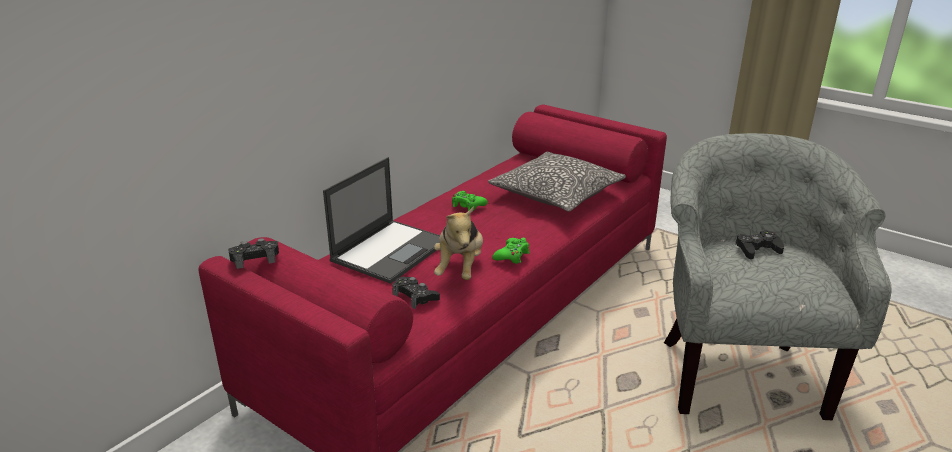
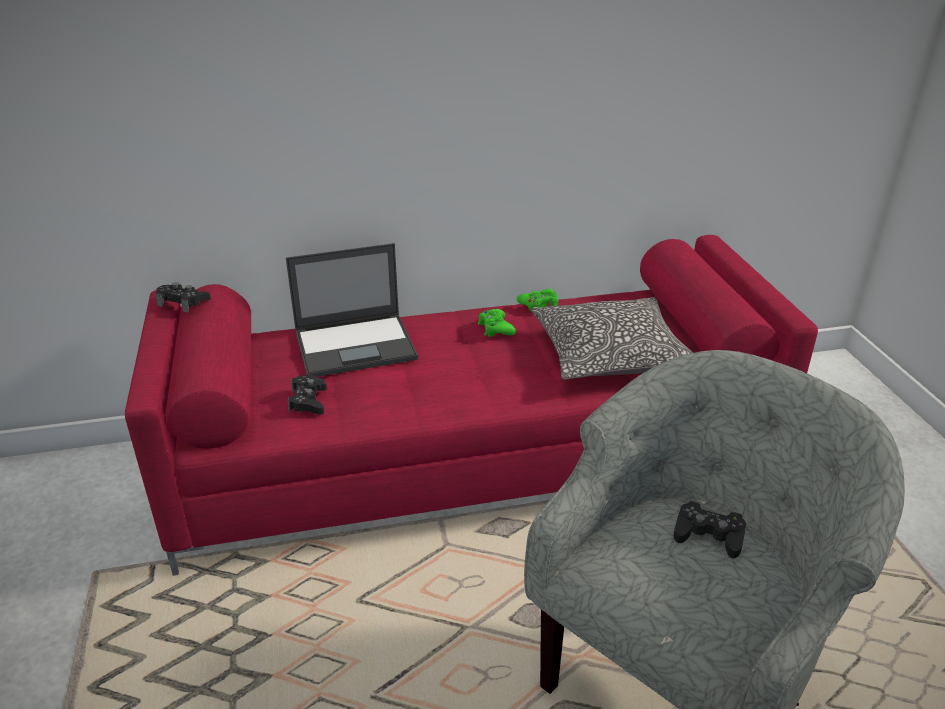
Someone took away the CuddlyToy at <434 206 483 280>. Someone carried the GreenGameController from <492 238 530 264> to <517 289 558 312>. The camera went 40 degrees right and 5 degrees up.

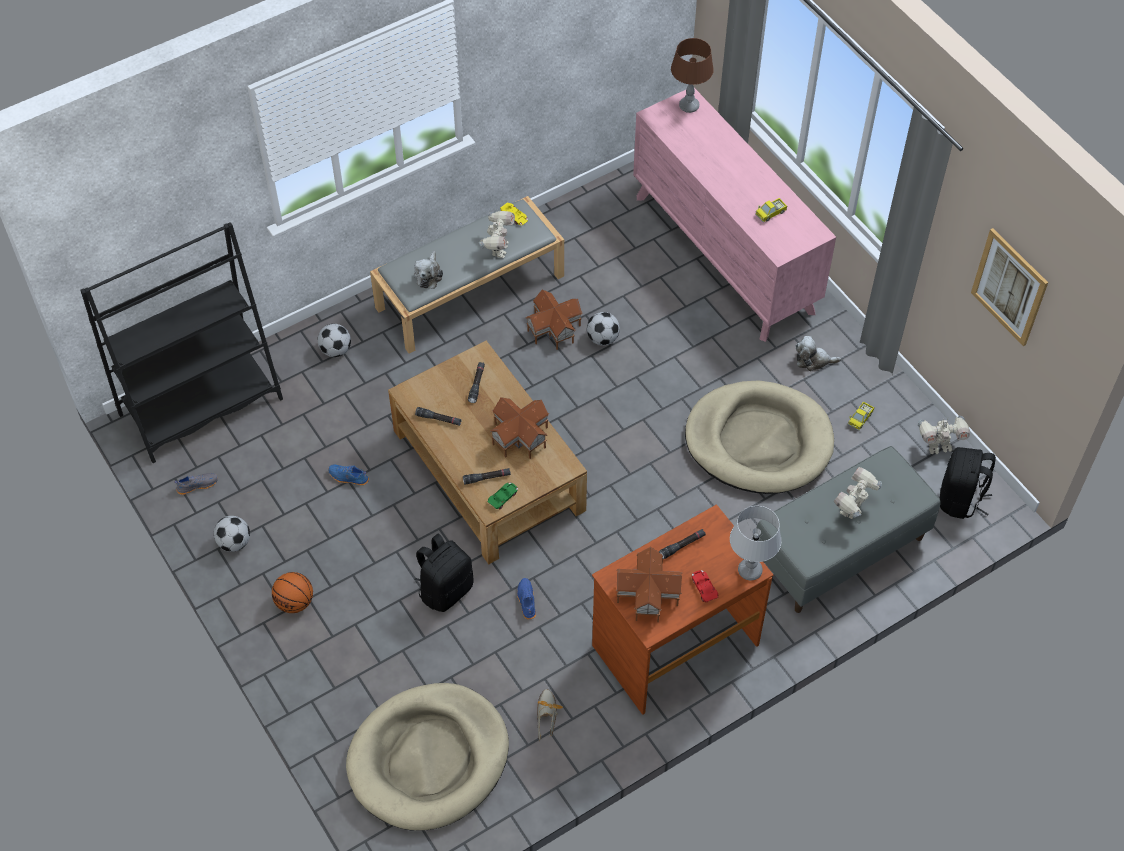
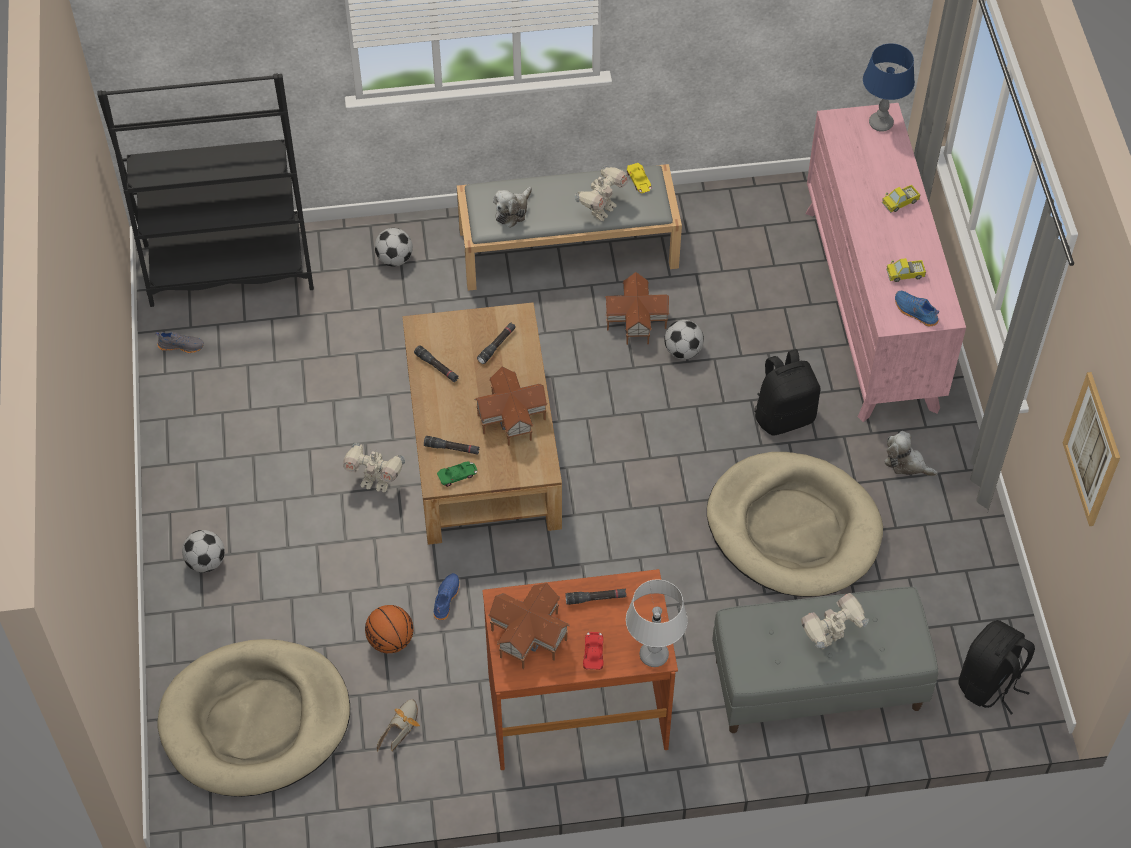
Someone repainted the BrownTableLamp at <671 38 714 113>, which became the BlueTableLamp at <863 43 915 132>. Someone carried the ModelTruck from <848 402 875 430> to <882 185 921 213>. Someone carried the ToyRobot from <918 416 970 454> to <343 443 405 493>. Someone carried the BlueShoe from <328 465 369 486> to <895 291 939 326>. Someone carried the FootballBall from <214 516 250 552> to <182 530 225 572>. Someone carried the BlackishRucksack from <415 533 474 612> to <754 349 820 436>. Someone carried the Basketball from <272 572 313 613> to <365 605 413 653>. The camera went 25 degrees right and 0 degrees up.

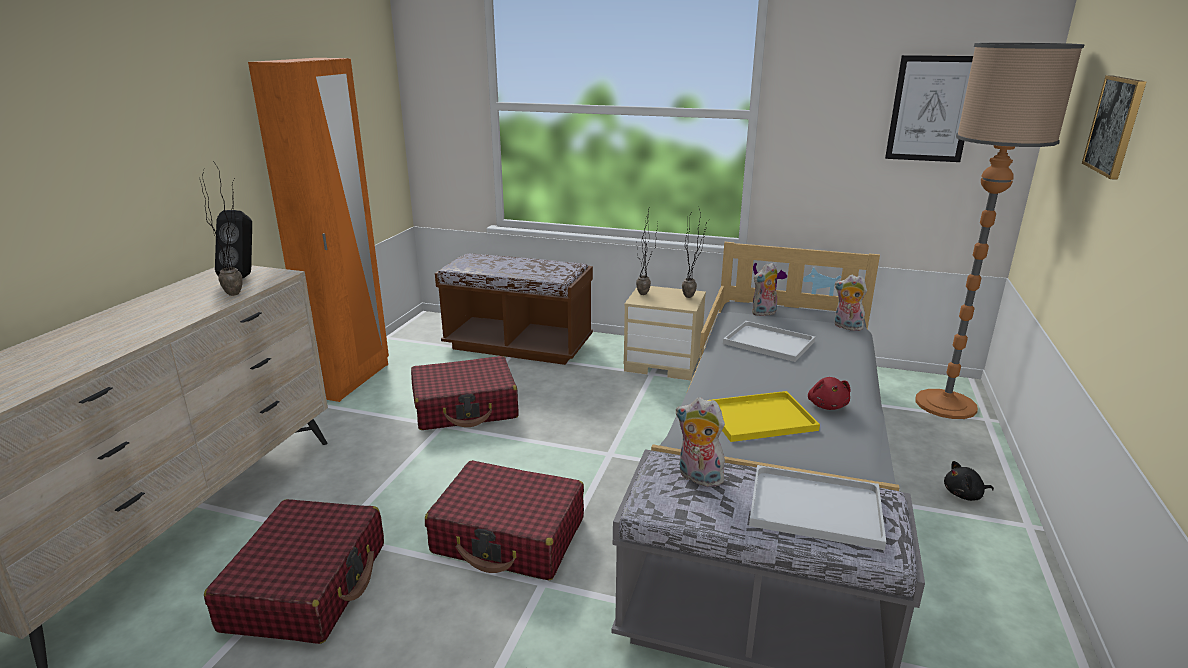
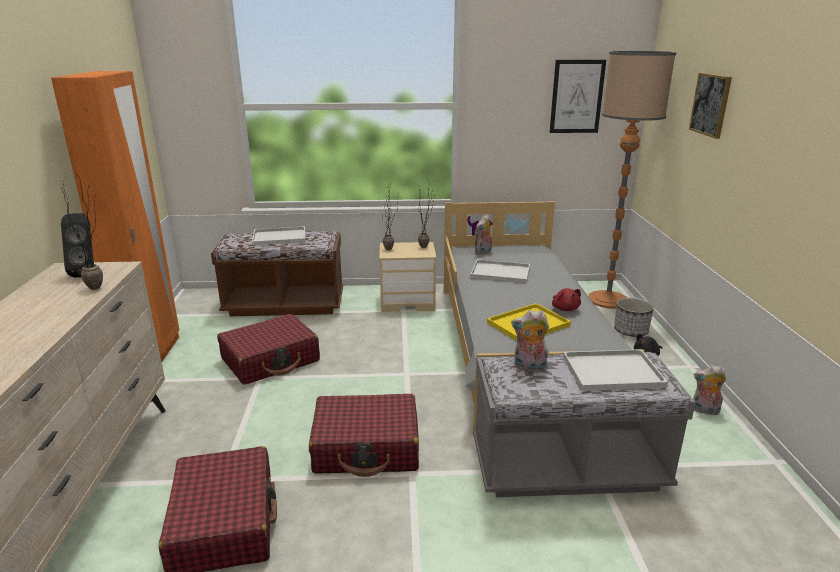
Someone carried the CuddlyToy from <835 275 867 331> to <693 366 726 415>. Someone put down the WhitishTray at <252 226 306 245>. Someone put down the Planter at <614 298 654 337>. The camera went 20 degrees left and 0 degrees up.

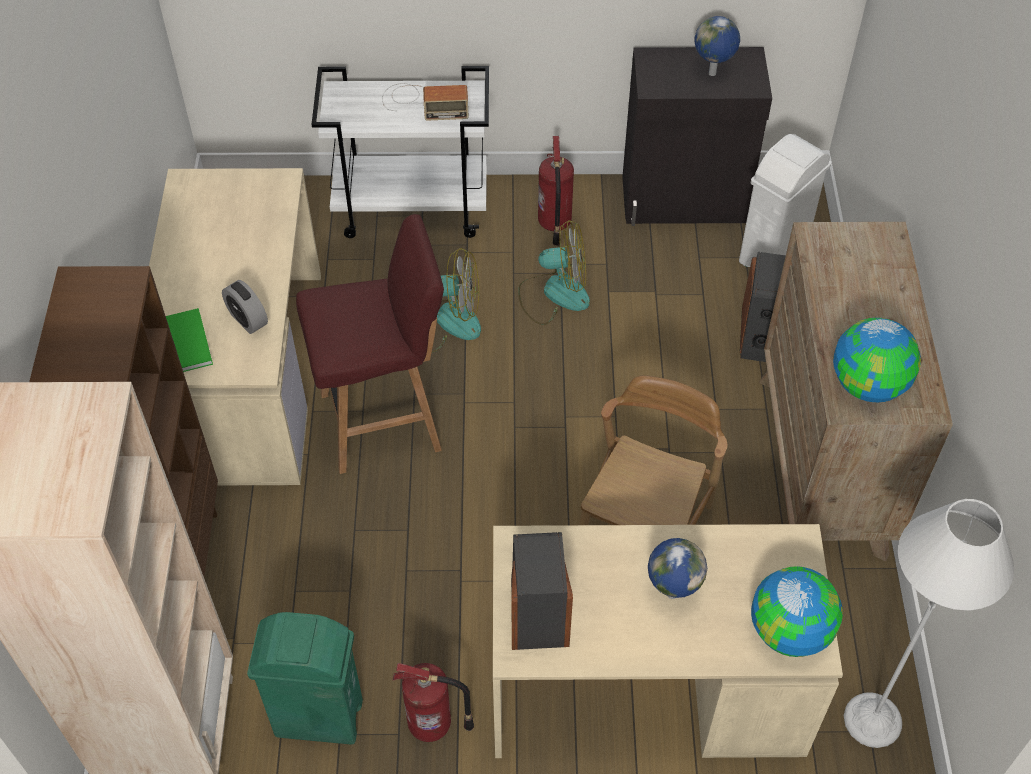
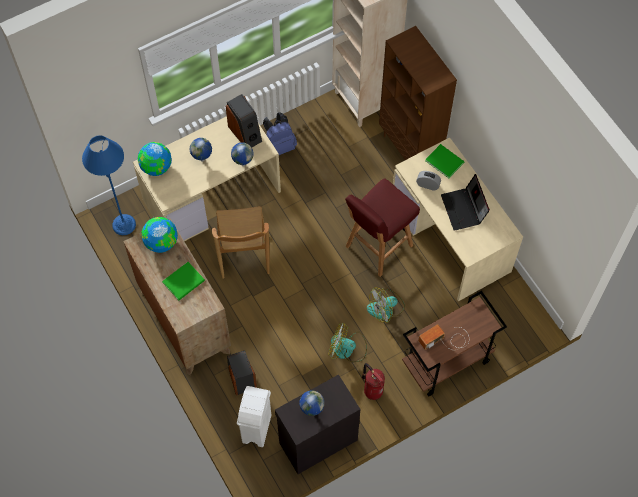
Someone repainted the WhitishTrolley at <311 66 489 238>, which became the BrownTrolley at <402 291 507 396>. Someone rotated the ElectricFan at <518 220 590 325> by 45 degrees clockwise. Someone repainted the GrayFloorLamp at <844 499 1014 748>, which became the BlueFloorLamp at <82 135 136 235>. Someone took away the GreenWasteBin at <247 612 363 745>. Someone swapped the FireFightingCylinder at <393 663 474 742> for the BlueRucksack at <263 112 297 155>. Someone put down the Globe at <231 142 254 166>. Someone put down the Laptop at <441 174 490 231>. Someone put down the GreenBoundBook at <162 262 205 300>. The camera went 150 degrees right and 10 degrees up.

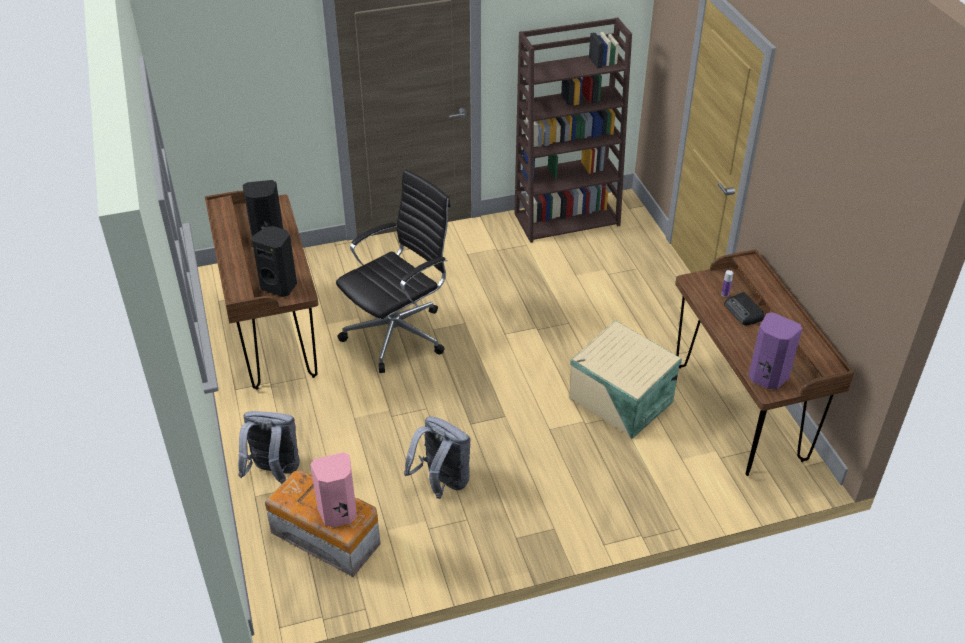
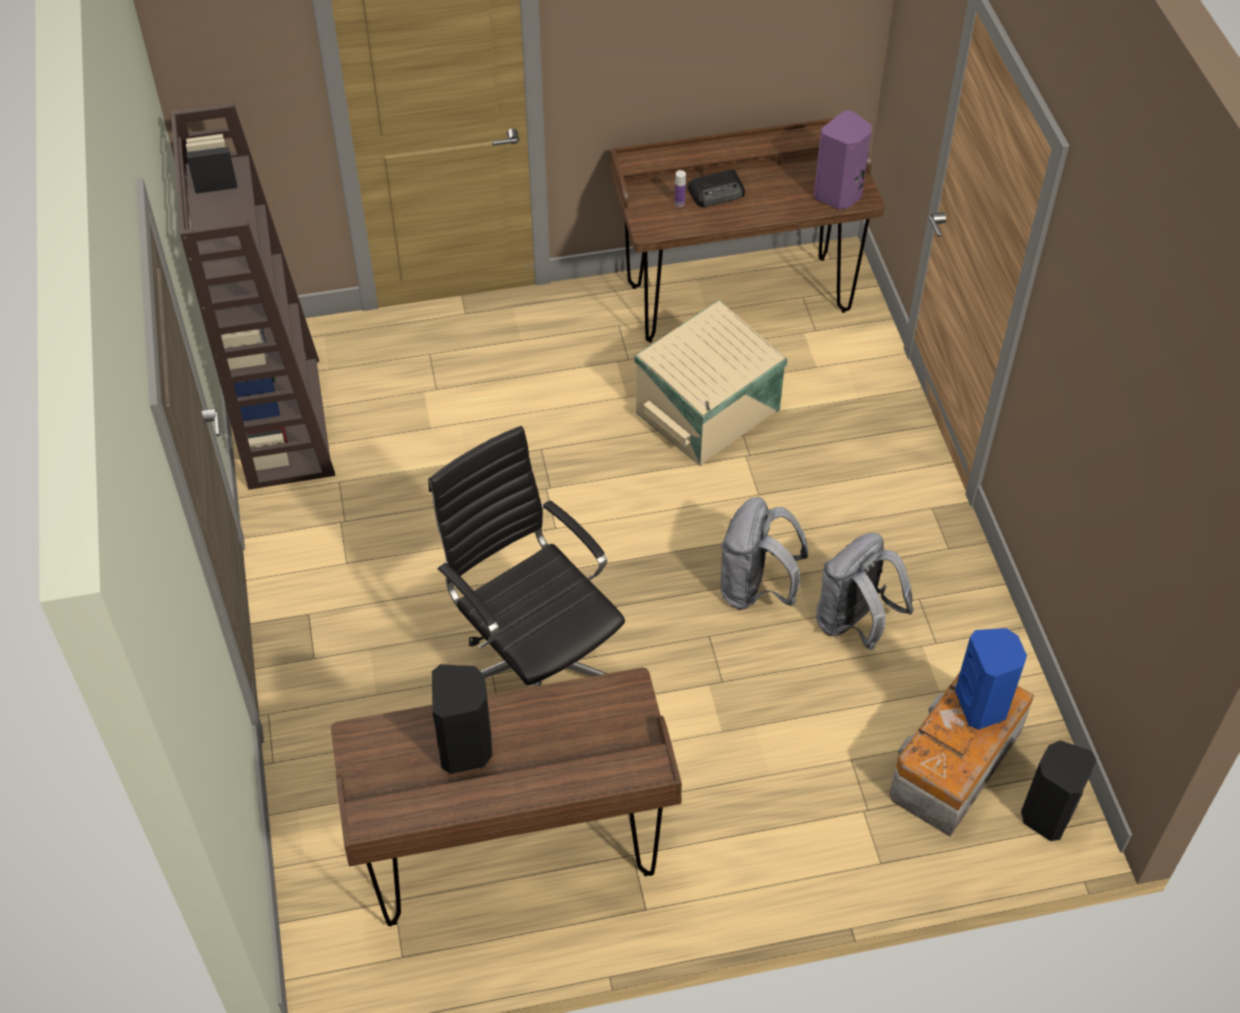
Someone carried the BlackishAudioSpeaker from <252 226 297 297> to <1021 740 1096 841>. Someone carried the GrayRucksack from <238 411 300 485> to <721 497 808 610>. Someone repainted the PinkColouredAudioSpeaker at <310 452 357 527>, which became the BlueAudioSpeaker at <955 628 1027 730>. The camera went 85 degrees left and 10 degrees up.

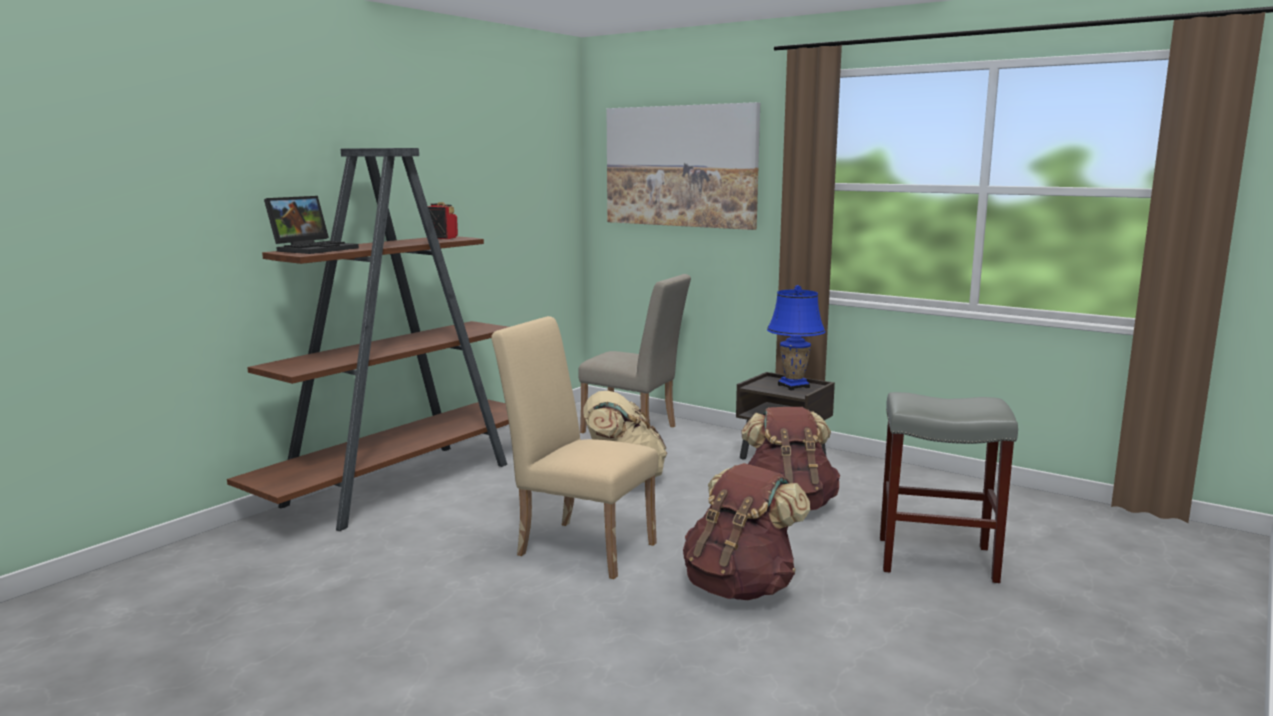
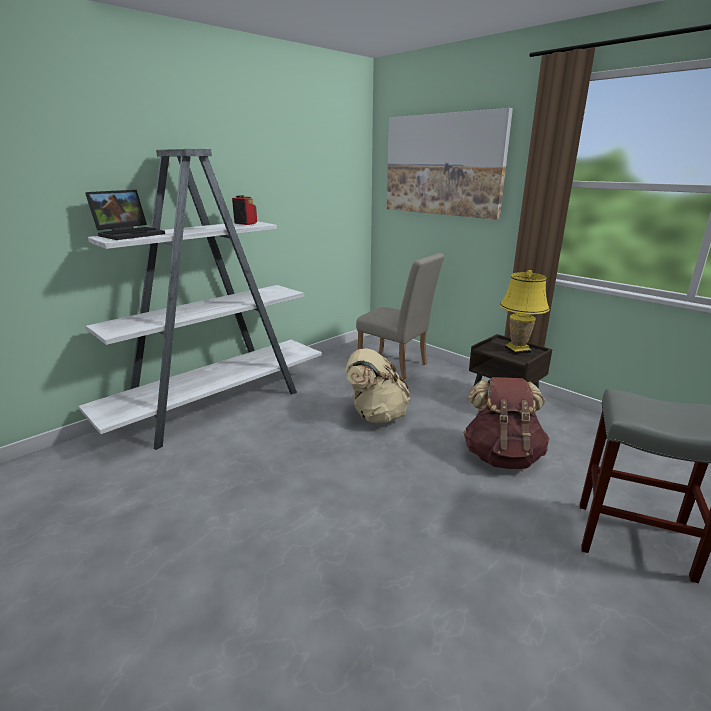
Someone repainted the BrownBookcase at <227 148 509 531>, which became the WhitishBookcase at <79 149 322 450>. Someone repainted the BlueTableLamp at <767 285 825 391>, which became the YellowishTableLamp at <500 270 549 355>. Someone took away the BeigeUprightChair at <491 316 658 579>. Someone took away the BrownRucksack at <683 463 810 600>. The camera went 10 degrees right and 10 degrees up.

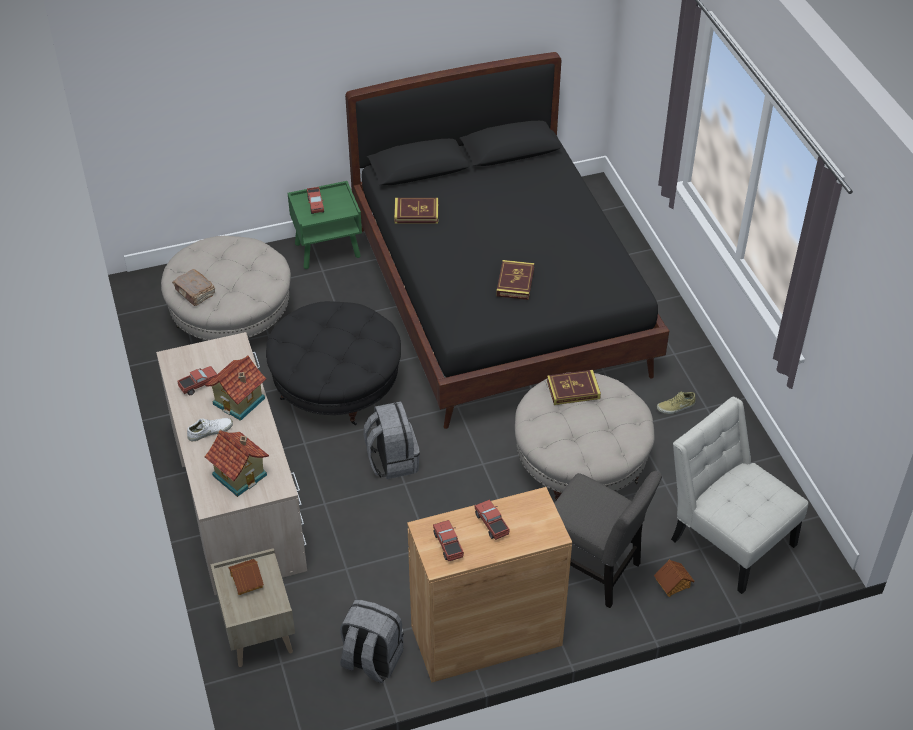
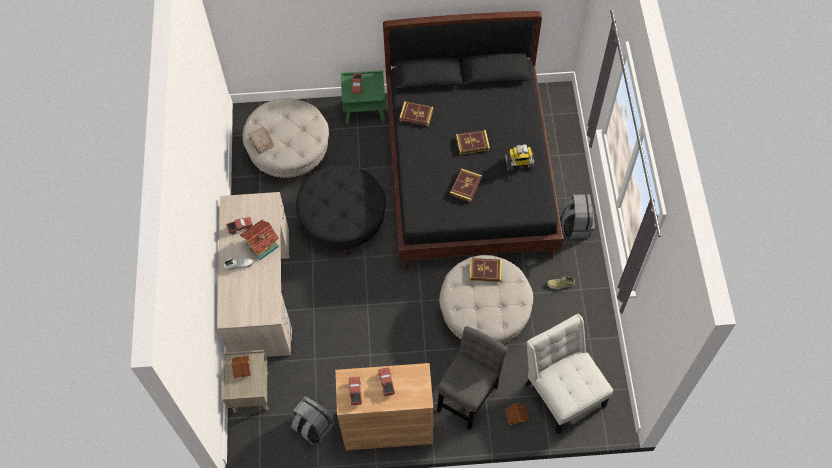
Someone carried the GrayRucksack from <363 402 420 479> to <561 194 595 238>. Someone took away the ModelHouse at <204 430 269 497>. Someone rotated the GrayUprightChair at <554 471 662 608> by 105 degrees counterclockwise. Someone put down the BoundBook at <456 130 490 155>. Someone put down the ToyRobot at <505 144 534 171>. The camera went 15 degrees right and 15 degrees up.

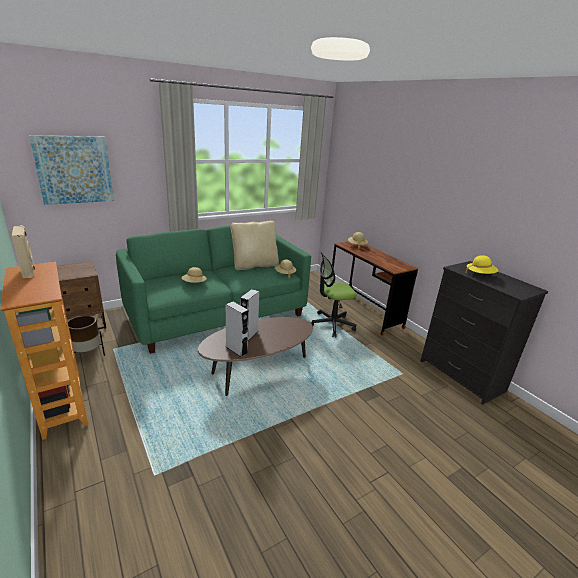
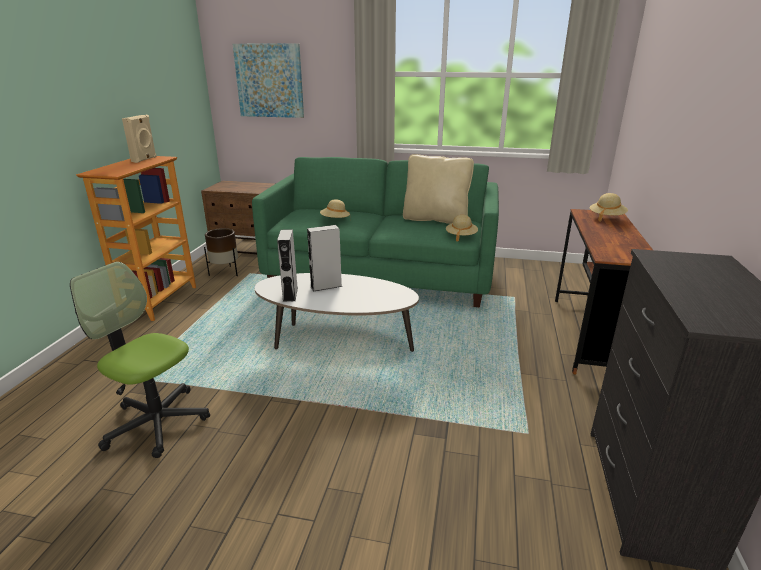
Someone carried the ComputerChair from <310 252 356 338> to <70 262 210 458>. Someone took away the YellowishClothingHat at <466 255 498 274>. Someone repainted the BrownLoungeTable at <198 317 313 396>, which became the WhitishLoungeTable at <255 273 419 352>. The camera went 45 degrees right and 0 degrees up.

